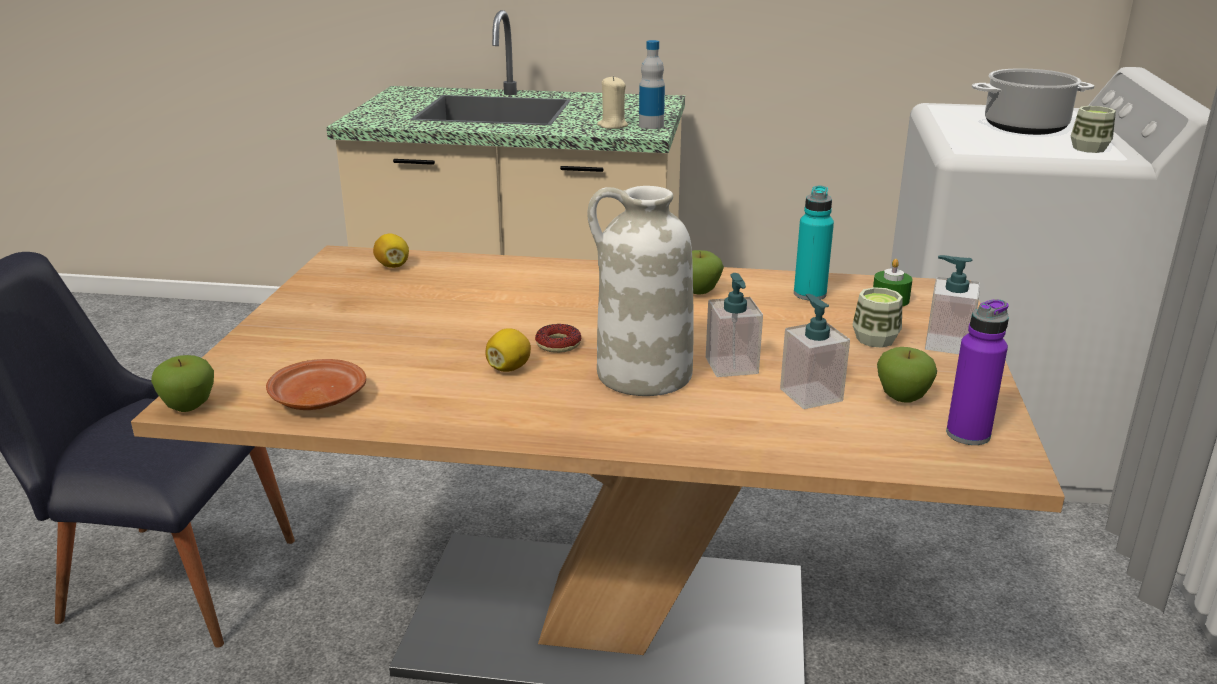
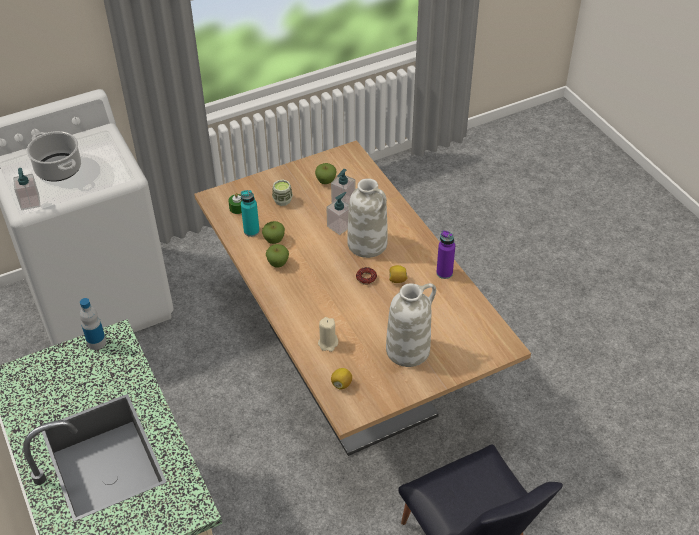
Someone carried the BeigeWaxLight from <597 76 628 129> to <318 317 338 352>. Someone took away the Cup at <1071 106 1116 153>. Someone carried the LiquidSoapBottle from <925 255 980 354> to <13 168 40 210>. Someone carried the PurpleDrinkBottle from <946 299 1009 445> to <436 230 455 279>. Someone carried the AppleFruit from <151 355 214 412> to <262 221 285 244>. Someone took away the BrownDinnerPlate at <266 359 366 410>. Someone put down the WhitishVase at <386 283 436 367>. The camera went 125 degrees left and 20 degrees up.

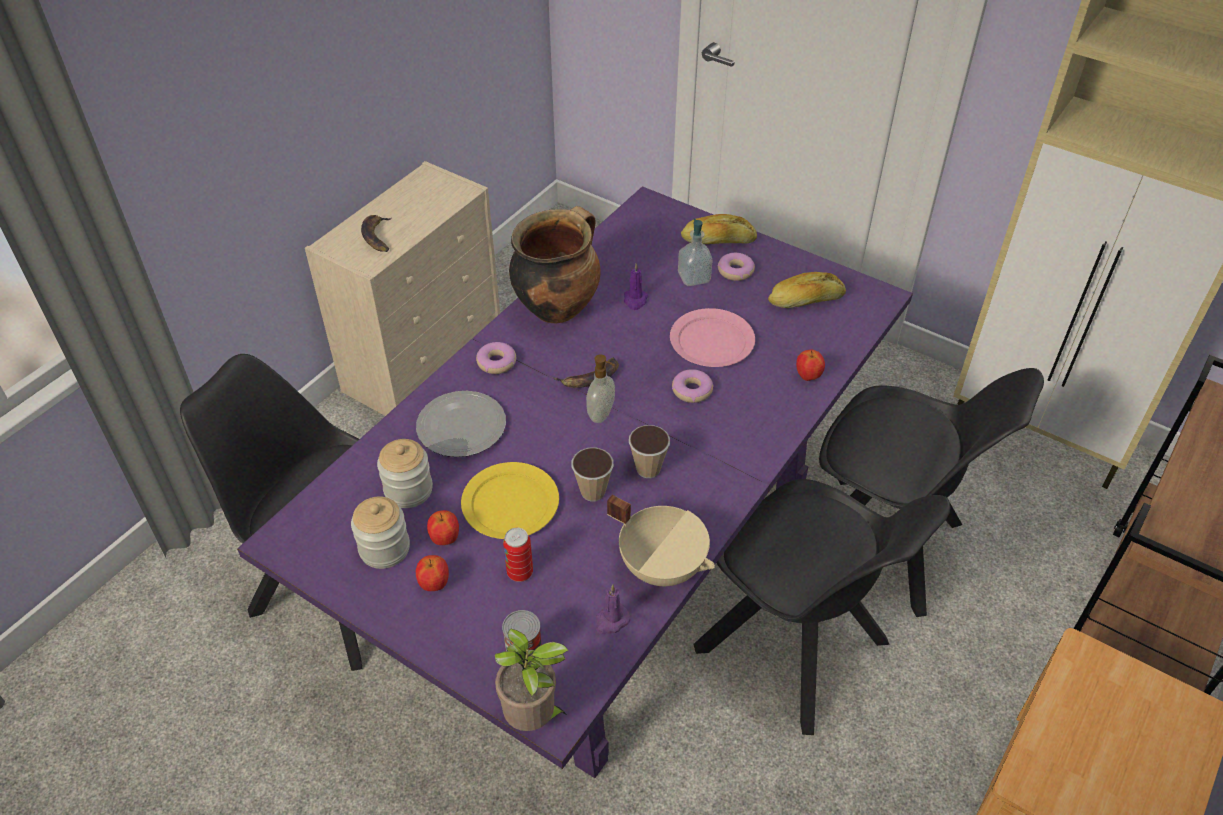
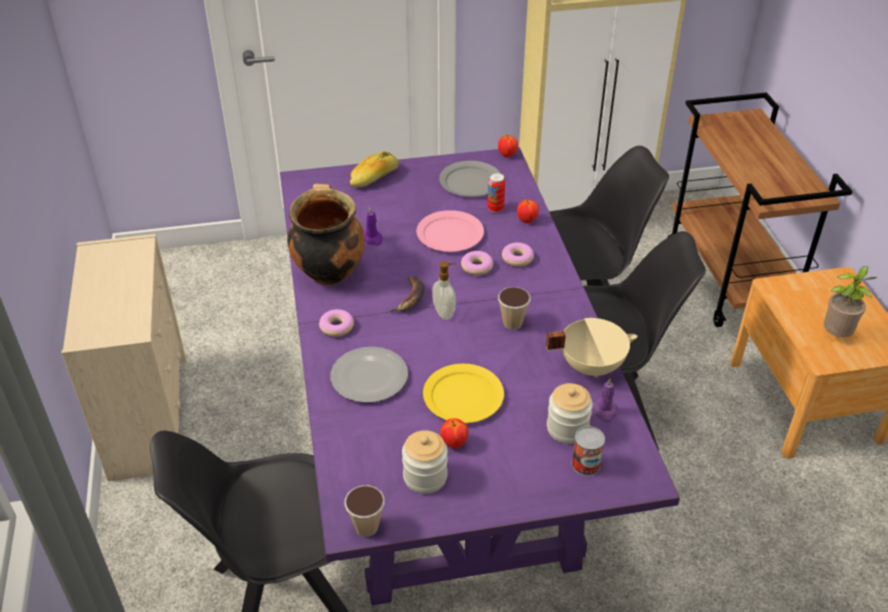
Someone took away the WholeBanana at <361 215 392 252>. Someone took away the LiquidSoapBottle at <678 218 713 286>. Someone carried the Doughnut from <717 253 755 281> to <502 242 534 267>. Someone swapped the Bread at <768 272 846 308> for the GrayDinnerPlate at <439 161 501 197>. Someone carried the StorageJar from <377 439 433 508> to <547 383 593 444>. Someone carried the Cup from <572 448 614 502> to <344 485 385 537>. Someone carried the Can from <503 528 533 582> to <487 173 505 213>. Someone carried the AppleFruit from <416 555 449 591> to <498 135 518 158>. Someone carried the PlantInAPot from <495 628 569 731> to <824 266 877 337>. The camera went 45 degrees left and 5 degrees down.

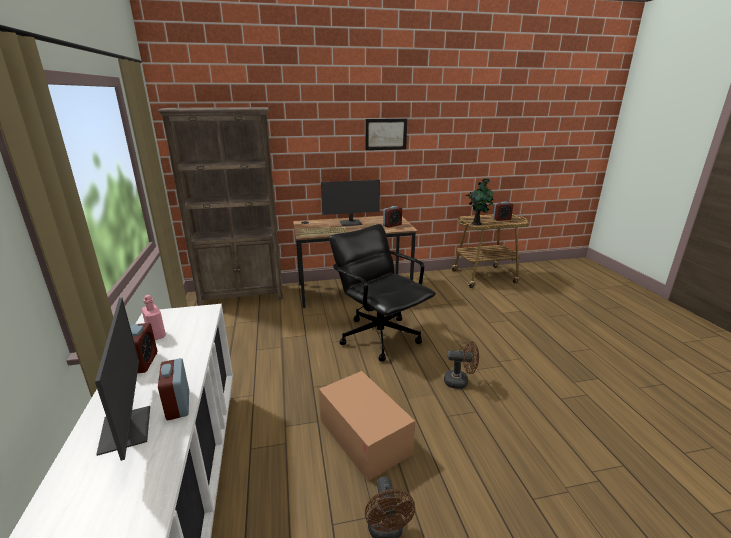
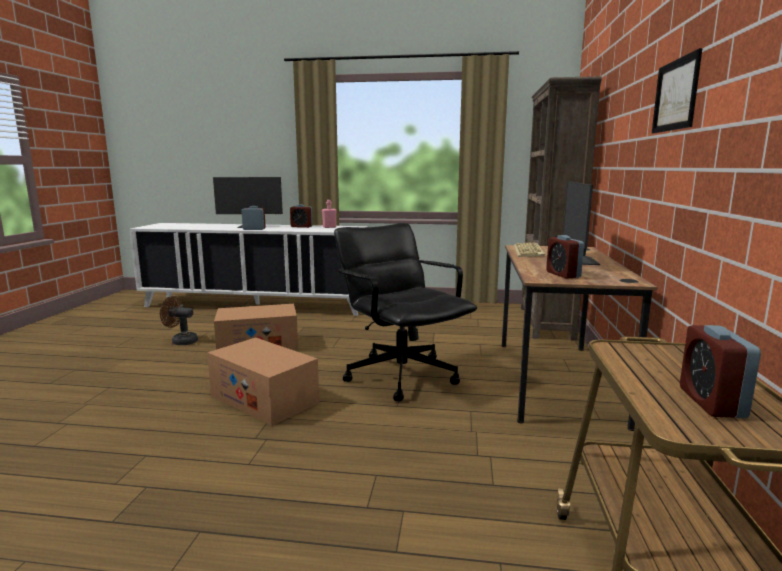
Someone took away the PlantInAPot at <465 178 493 226>. Someone rotated the BlackishComputerChair at <329 224 436 362> by 105 degrees counterclockwise. Someone swapped the BrownElectricFan at <444 341 479 389> for the PackingBox at <207 338 319 426>. The camera went 110 degrees right and 10 degrees down.

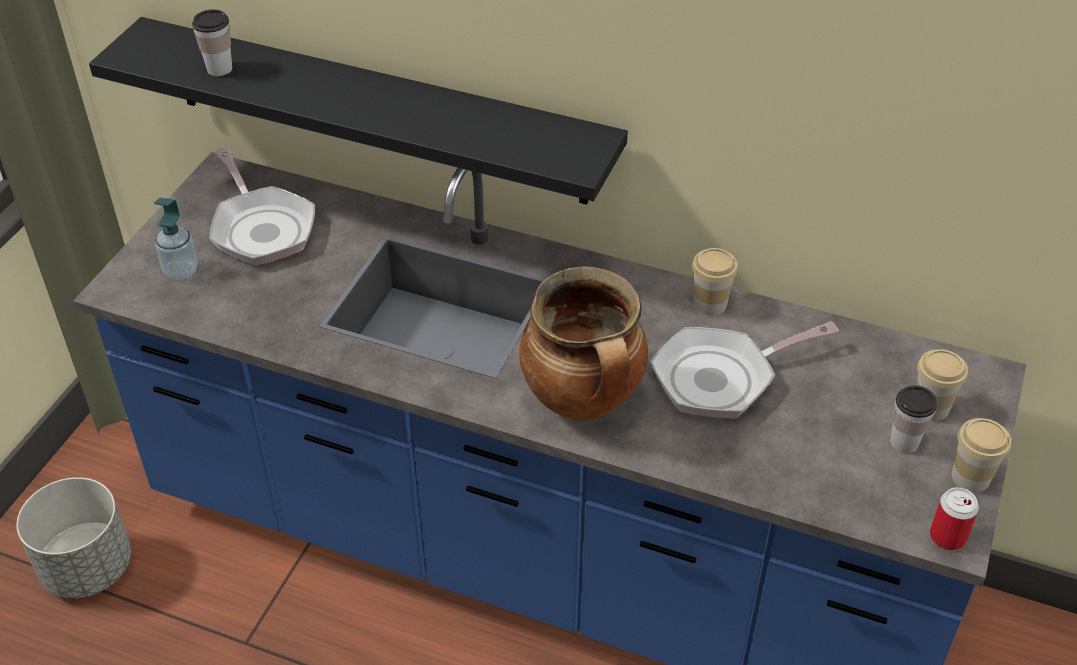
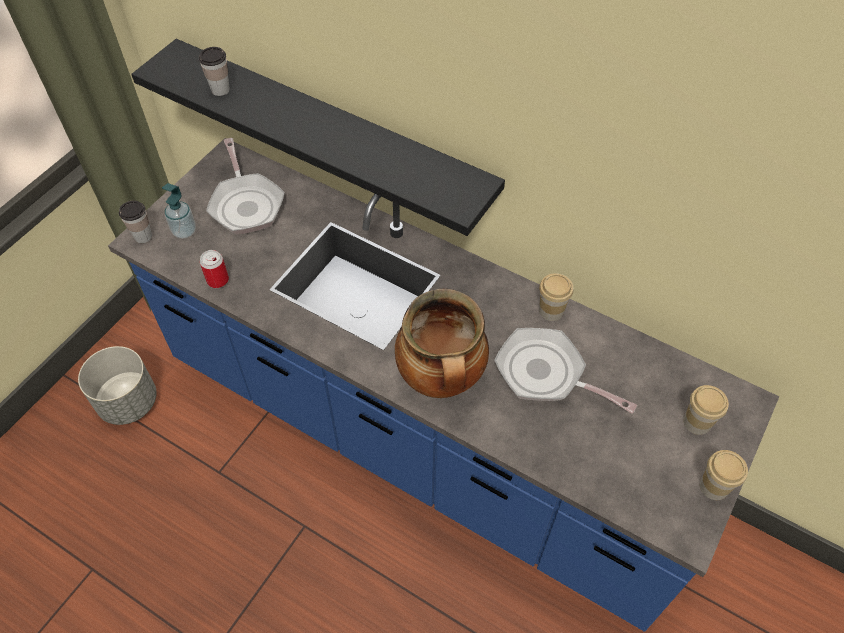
Someone rotated the FryingPan at <650 321 839 419> by 45 degrees clockwise. Someone carried the Cup from <890 385 937 453> to <119 201 152 243>. Someone carried the Can from <930 487 979 550> to <200 250 229 288>. The camera went 10 degrees right and 10 degrees up.

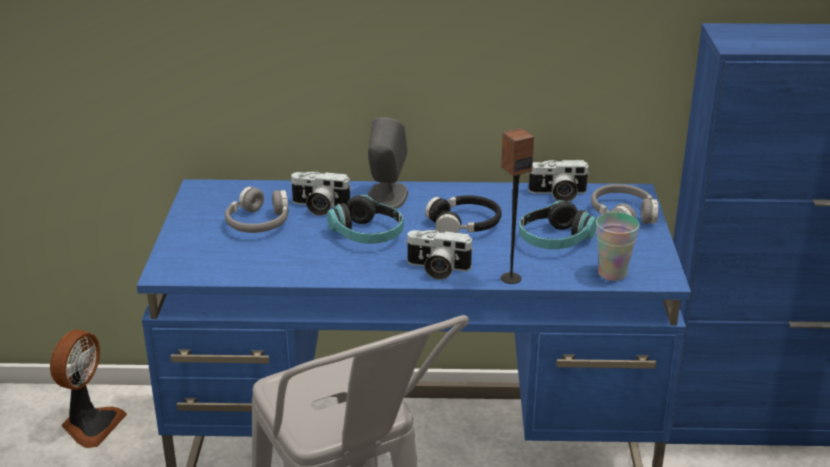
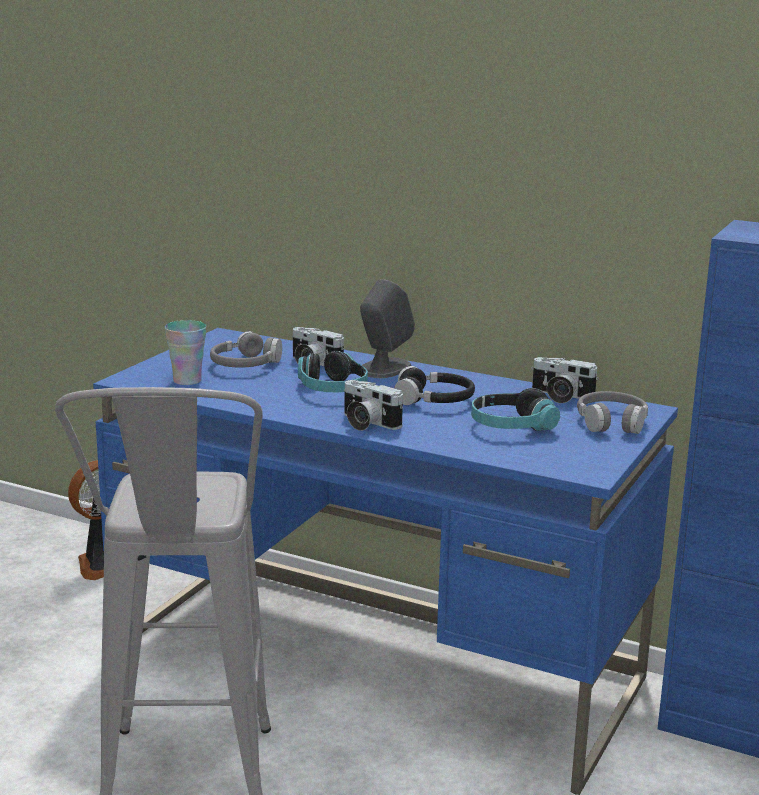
Someone took away the AudioSpeaker at <501 128 534 284>. Someone carried the Cup from <596 212 640 281> to <165 320 206 385>. The camera went 25 degrees right and 10 degrees down.

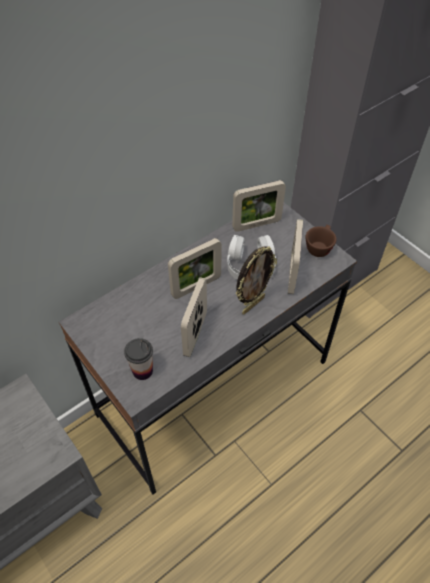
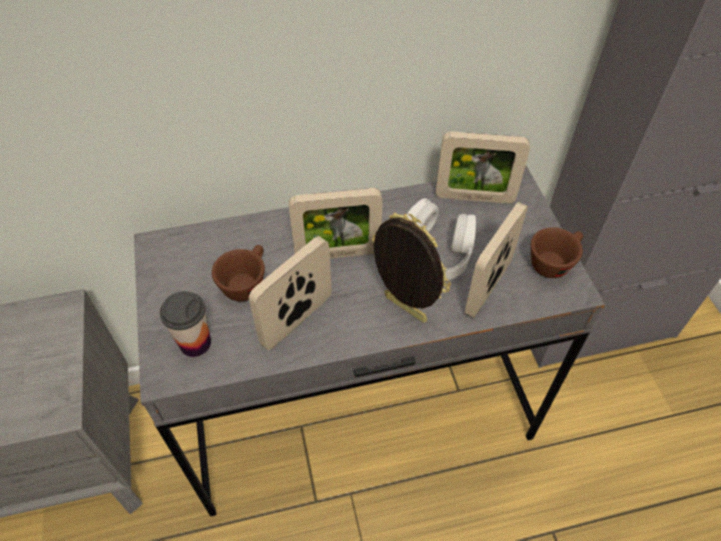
Someone rotated the StandingFrame at <236 246 277 314> by 120 degrees counterclockwise. Someone put down the BrownCup at <212 245 265 301>. The camera went 25 degrees right and 0 degrees up.

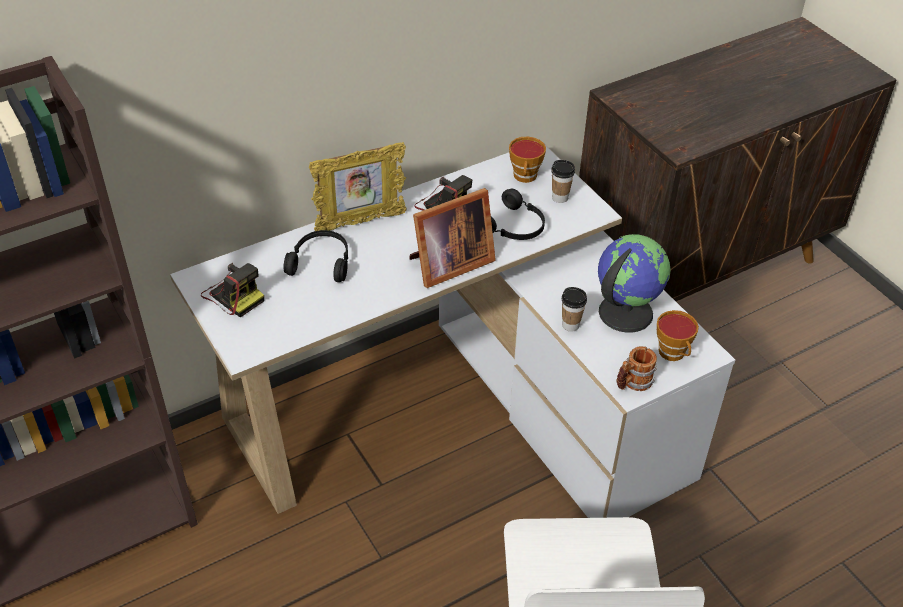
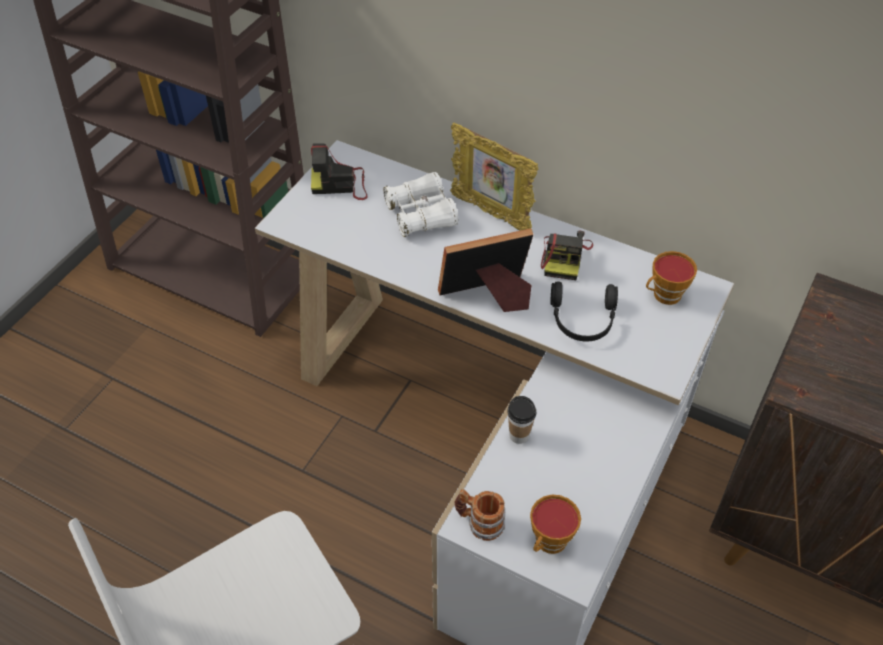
Someone took away the Cup at <551 160 575 203>. Someone rotated the StandingFrame at <409 188 496 288> by 135 degrees clockwise. Someone swapped the BlackishHeadset at <284 230 348 282> for the WhitishBinoculars at <384 172 458 237>. Someone took away the Globe at <598 234 670 333>. Someone rotated the StillCamera at <201 263 264 317> by 75 degrees clockwise. The camera went 60 degrees right and 5 degrees up.

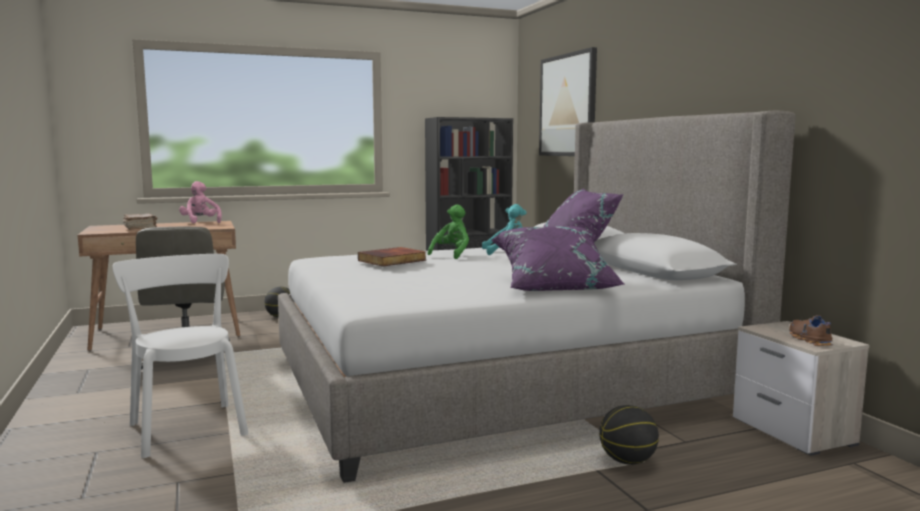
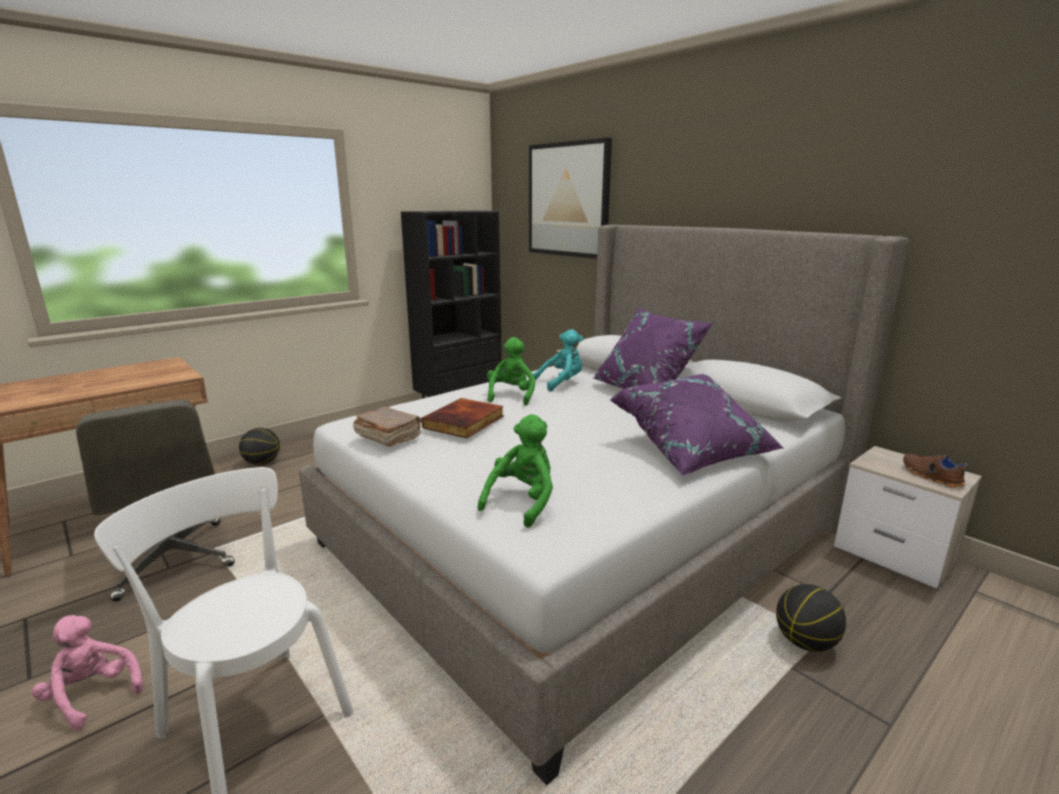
Someone carried the PinkColouredCuddlyToy from <179 181 222 223> to <32 615 143 730>. Someone carried the BrownBoundBook from <123 213 157 230> to <353 406 422 447>. Someone put down the GreenCuddlyToy at <478 414 553 528>. The camera went 20 degrees left and 10 degrees up.

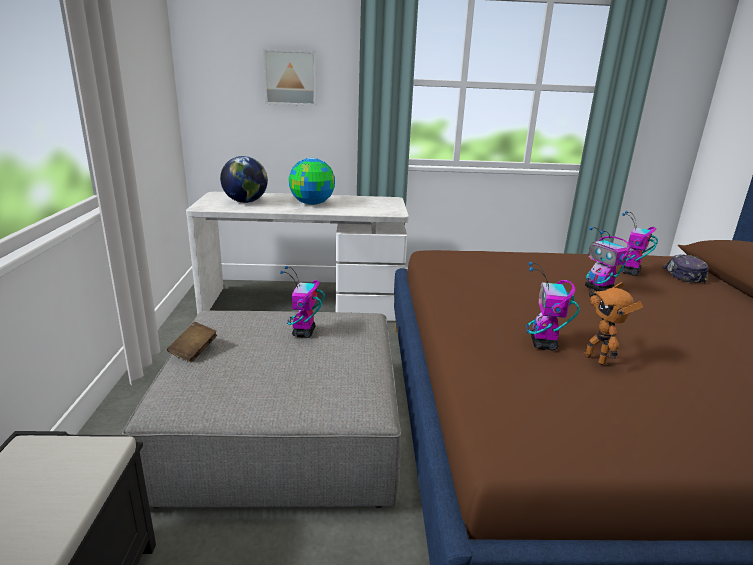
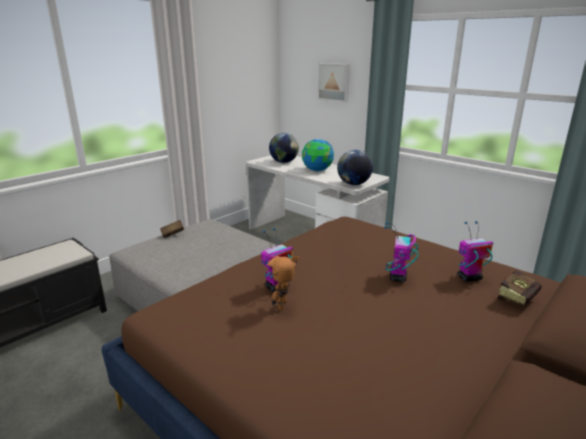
Someone swapped the PeakedCap at <662 255 709 283> for the BoundBook at <498 270 542 306>. Someone took away the ToyRobot at <280 266 325 338>. Someone put down the Globe at <337 150 373 185>. The camera went 45 degrees right and 0 degrees up.

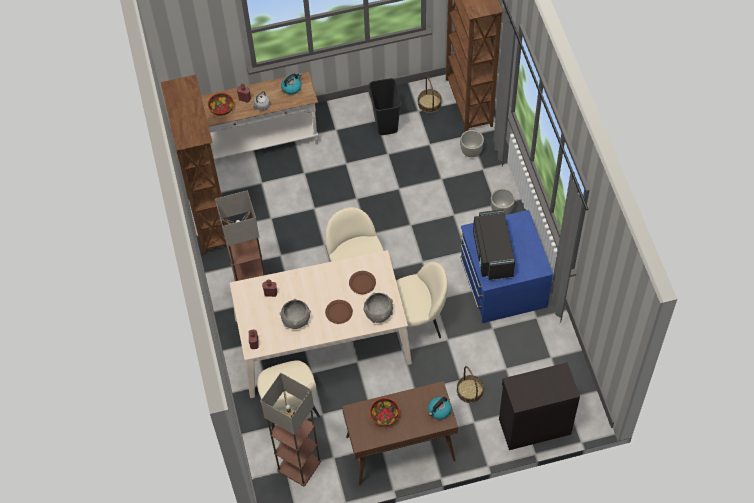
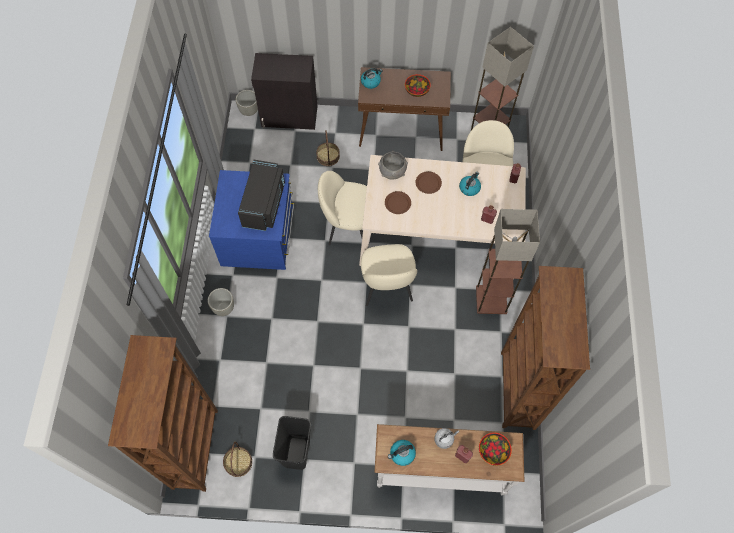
Someone carried the GrayPlanter from <460 130 484 157> to <236 90 258 116>. Someone swapped the GrayDeepDish at <280 299 311 329> for the Kettle at <459 172 481 196>. The camera went 165 degrees left and 5 degrees up.

